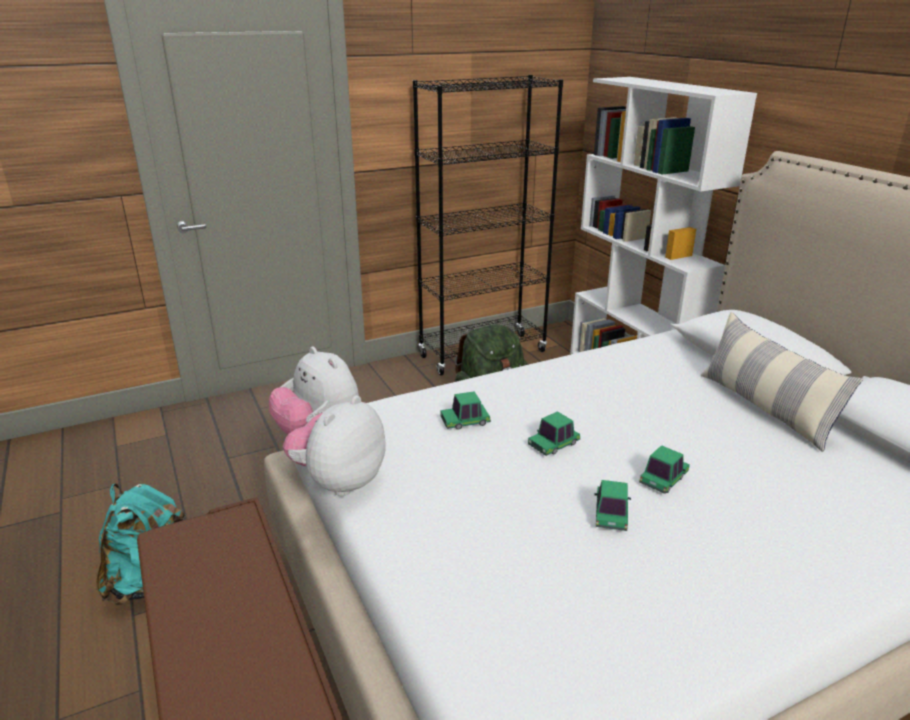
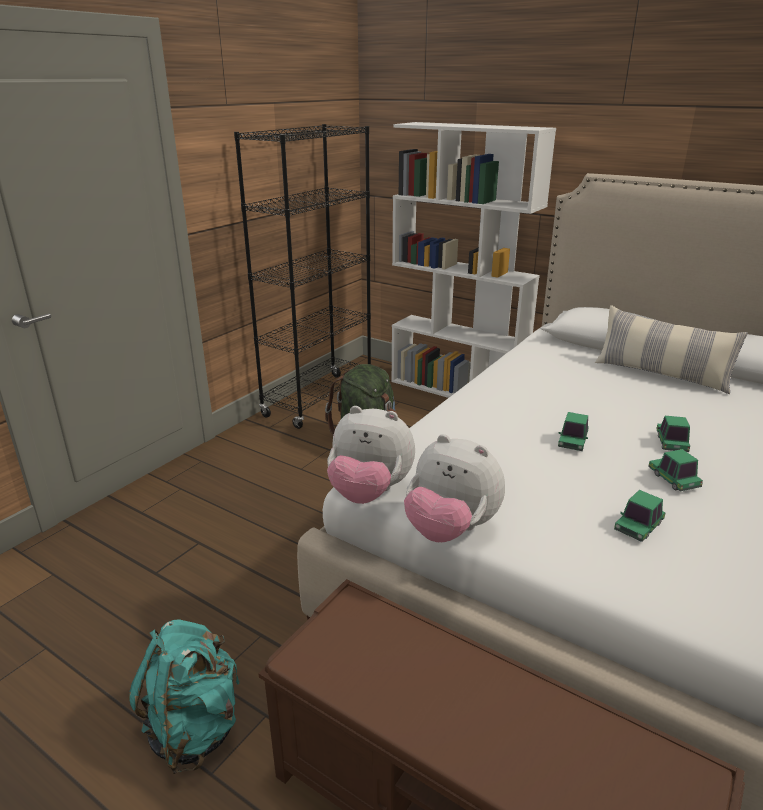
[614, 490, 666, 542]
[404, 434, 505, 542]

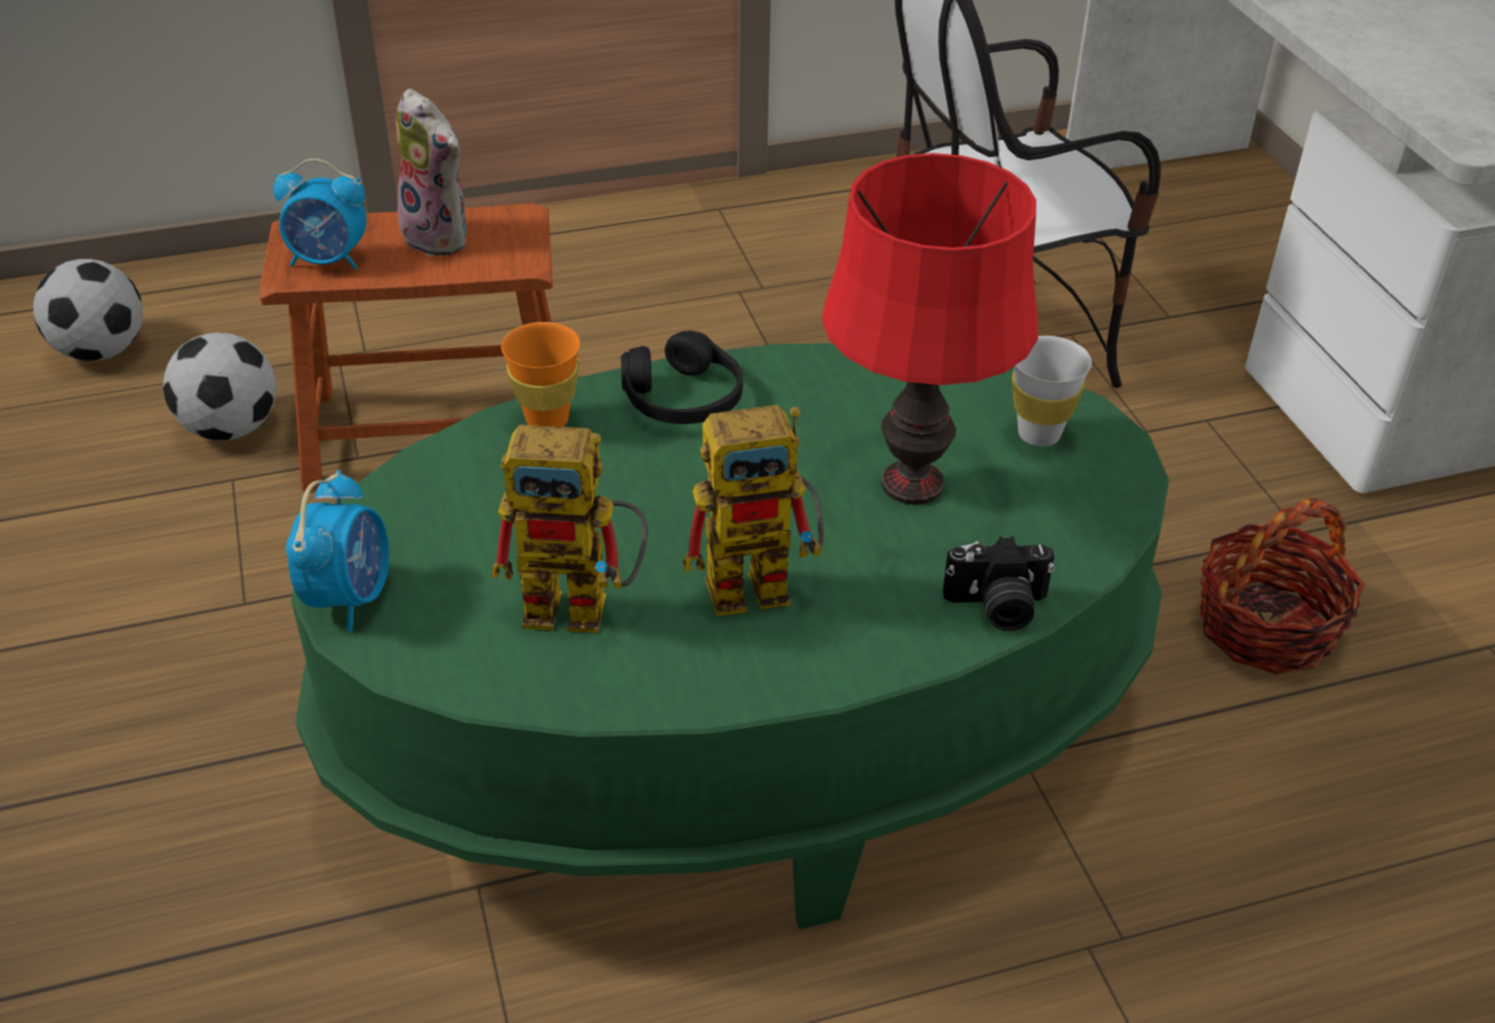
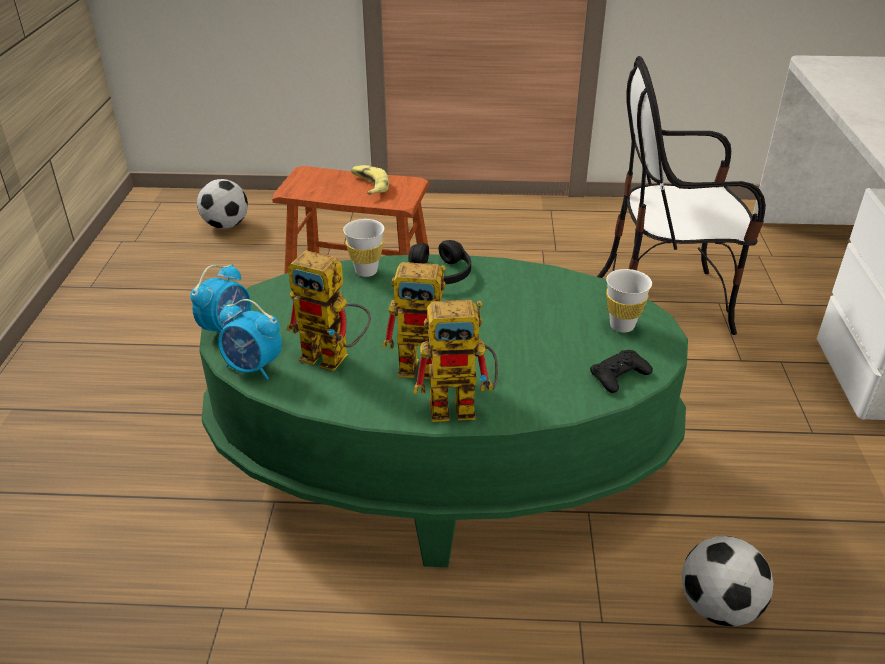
[351, 165, 389, 195]
[822, 153, 1038, 505] (first image)
[218, 299, 282, 379]
[343, 219, 384, 277]
[682, 536, 773, 626]
[1200, 498, 1365, 675] (first image)
[943, 536, 1055, 631] (first image)
[414, 300, 498, 422]
[590, 350, 653, 393]

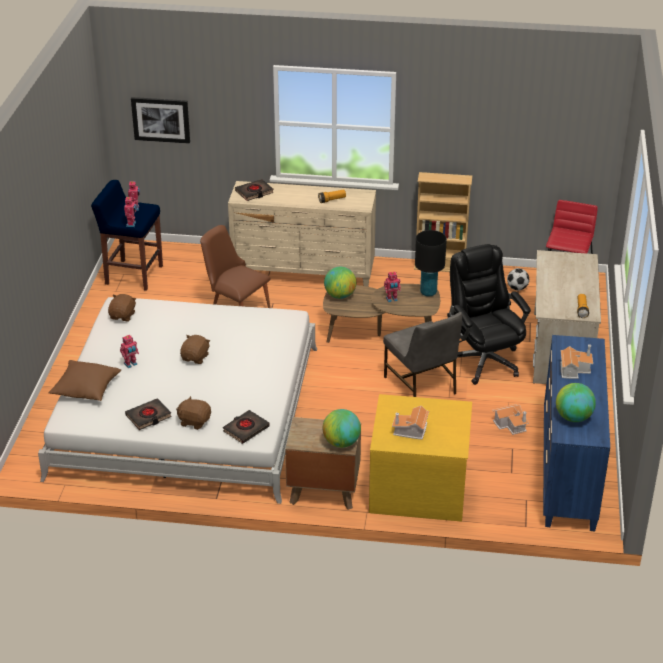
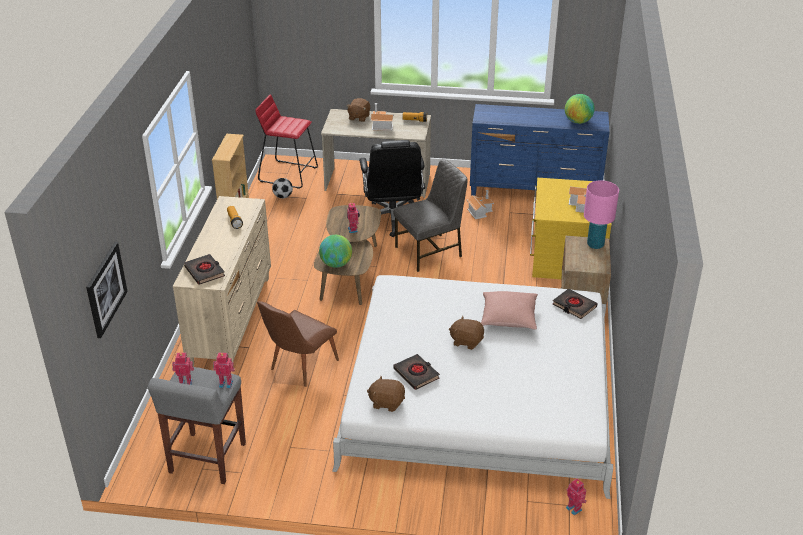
[148, 367, 246, 484]
[415, 230, 447, 296] (first image)
[359, 140, 425, 237]
[566, 478, 587, 515]
[371, 103, 394, 131]
[48, 360, 121, 401] (first image)
[346, 98, 370, 122]
[393, 354, 440, 390]
[584, 180, 619, 249]
[481, 291, 538, 330]

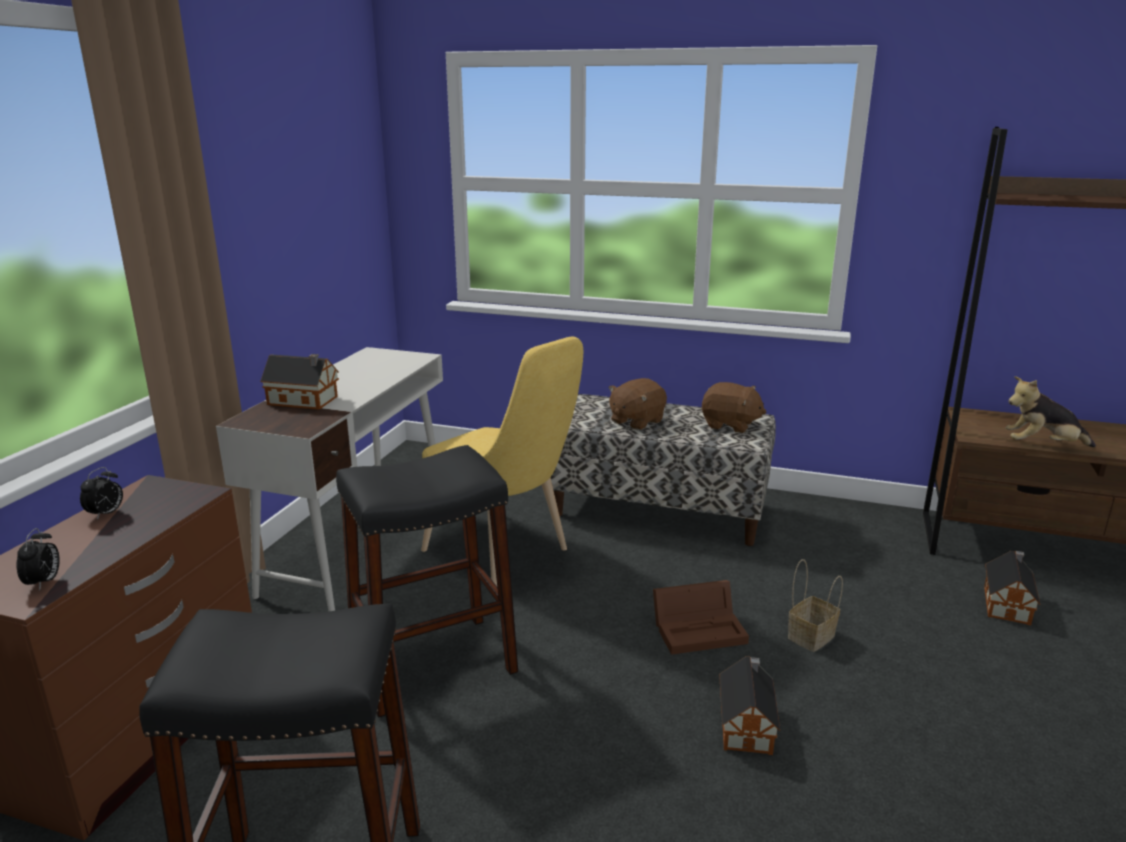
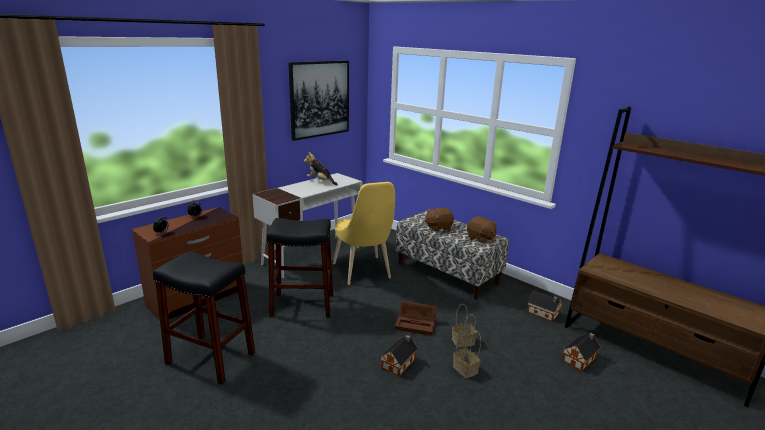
[527, 290, 562, 322]
[304, 152, 338, 185]
[288, 61, 349, 141]
[453, 331, 481, 378]

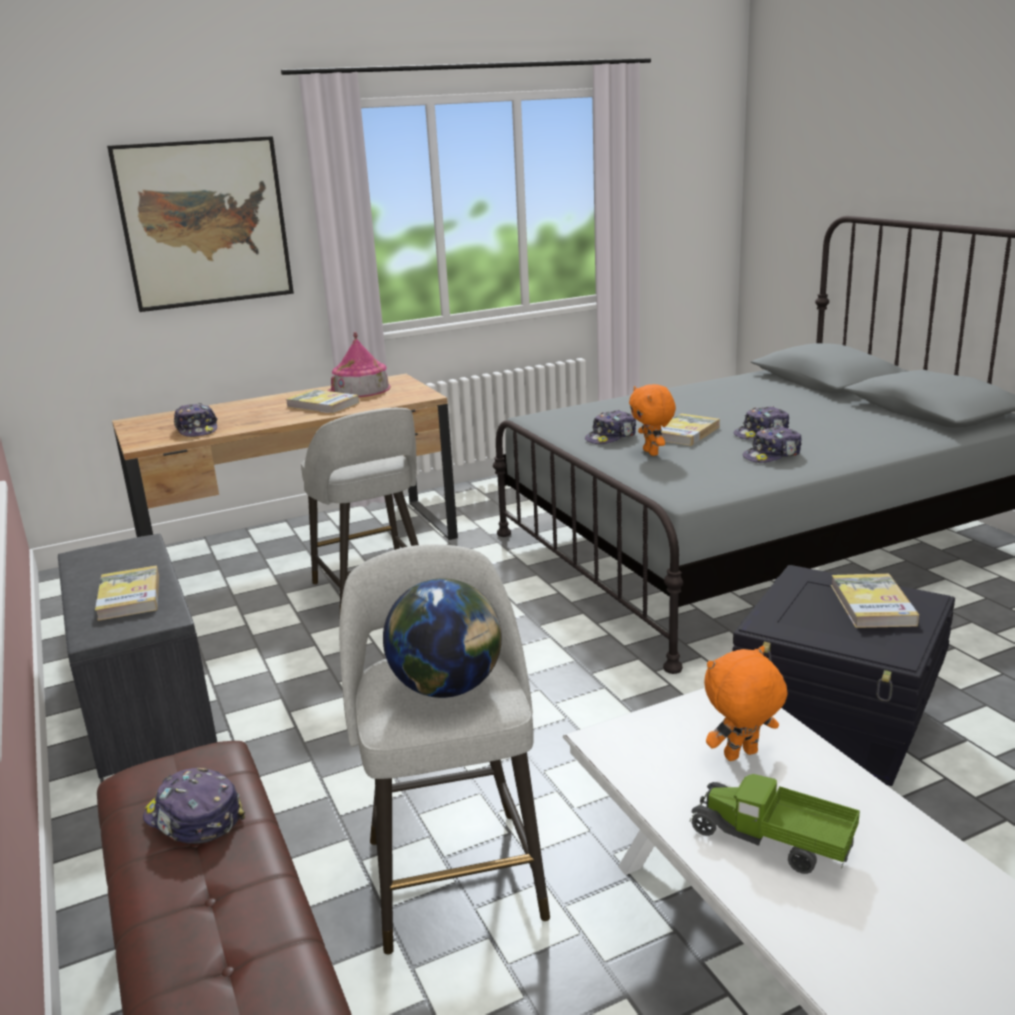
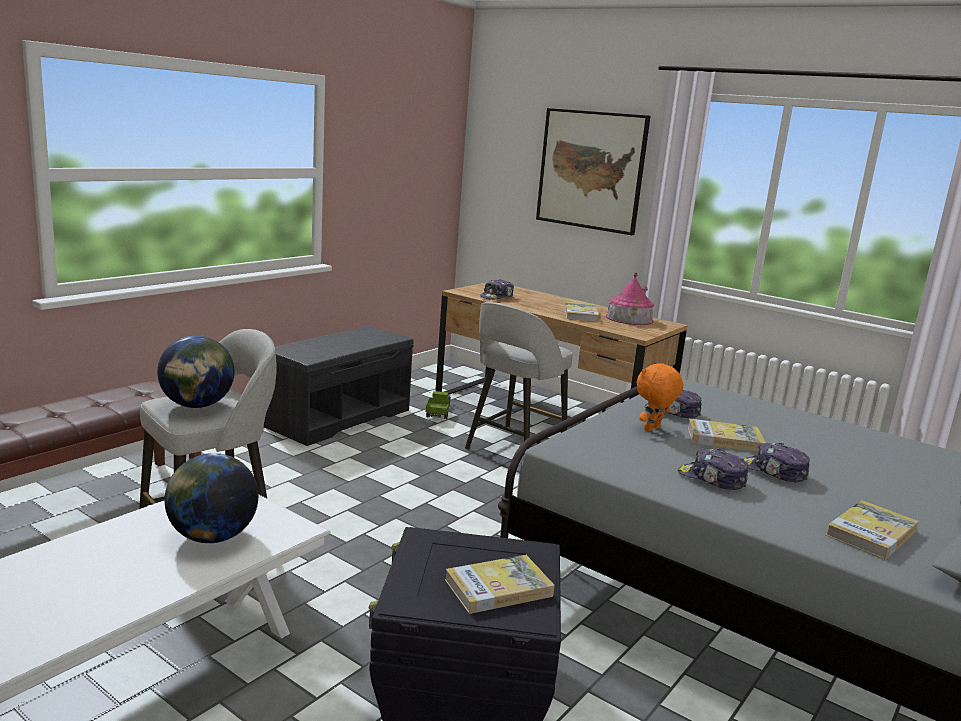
[826, 500, 919, 560]
[165, 453, 258, 543]
[143, 768, 245, 844] (first image)
[425, 391, 451, 419]

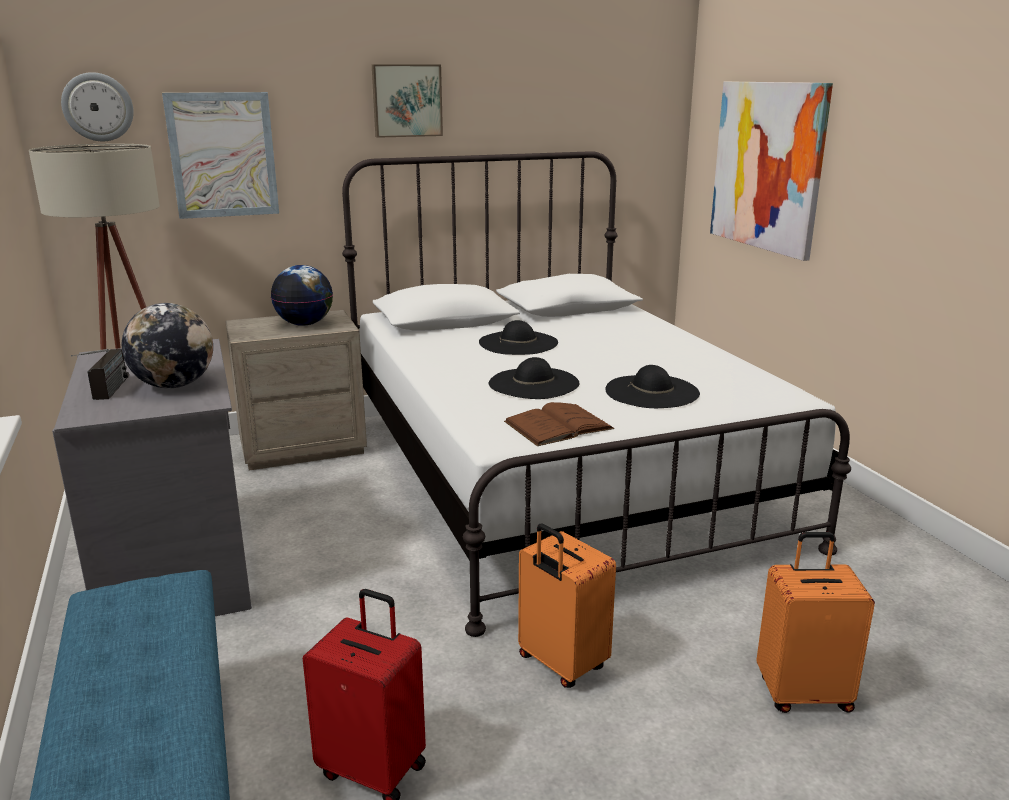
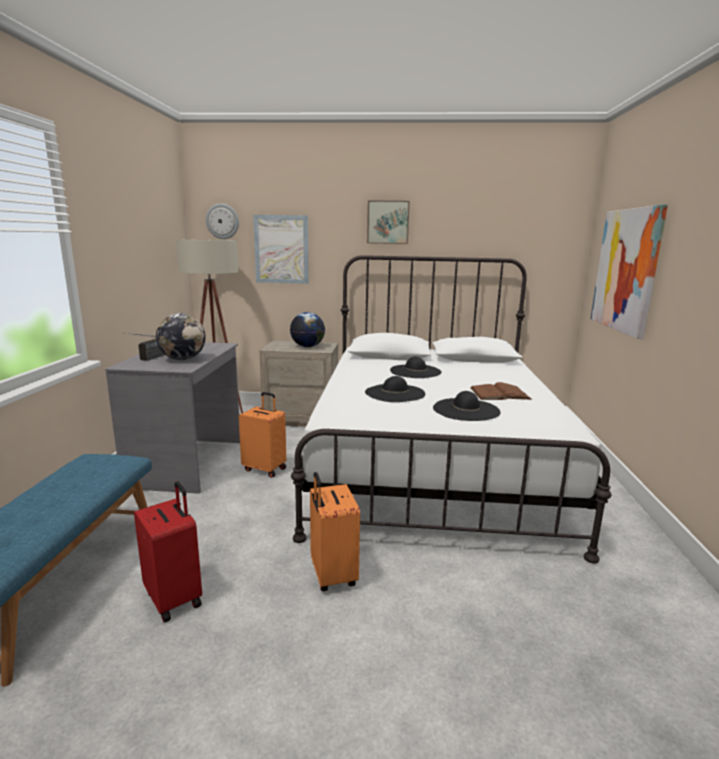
[470, 382, 532, 400]
[239, 392, 286, 478]

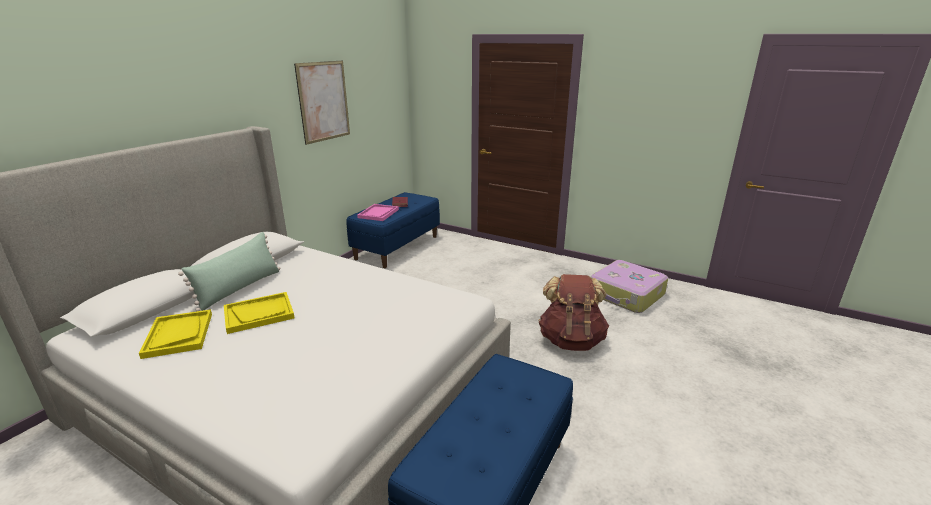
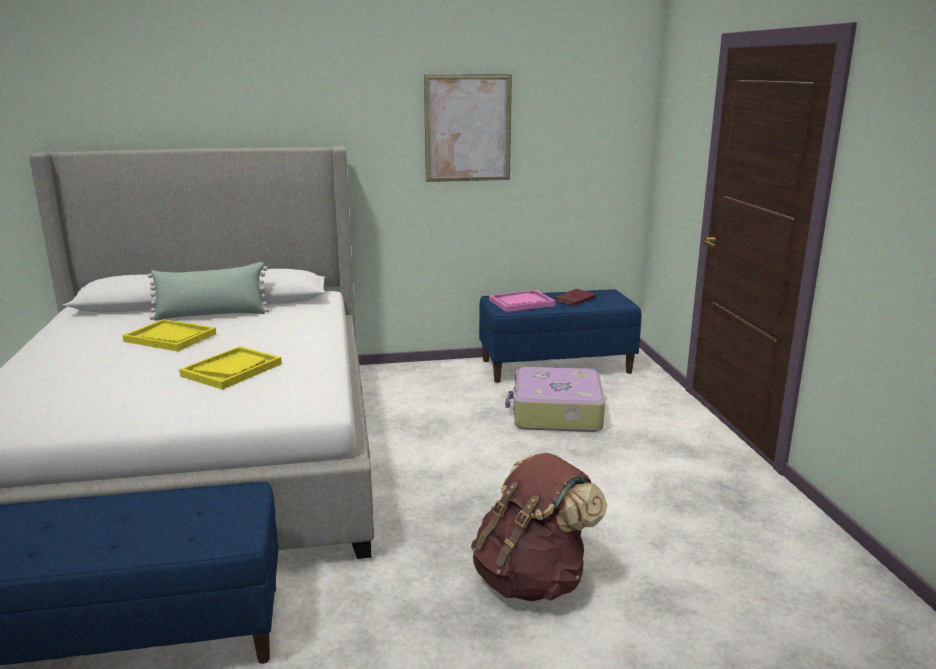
[505, 367, 605, 432]
[179, 346, 282, 390]

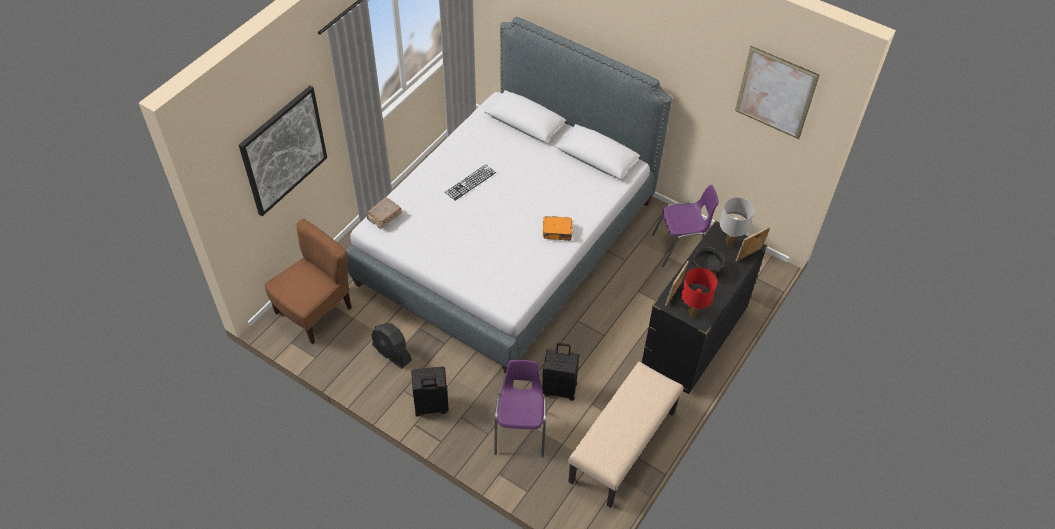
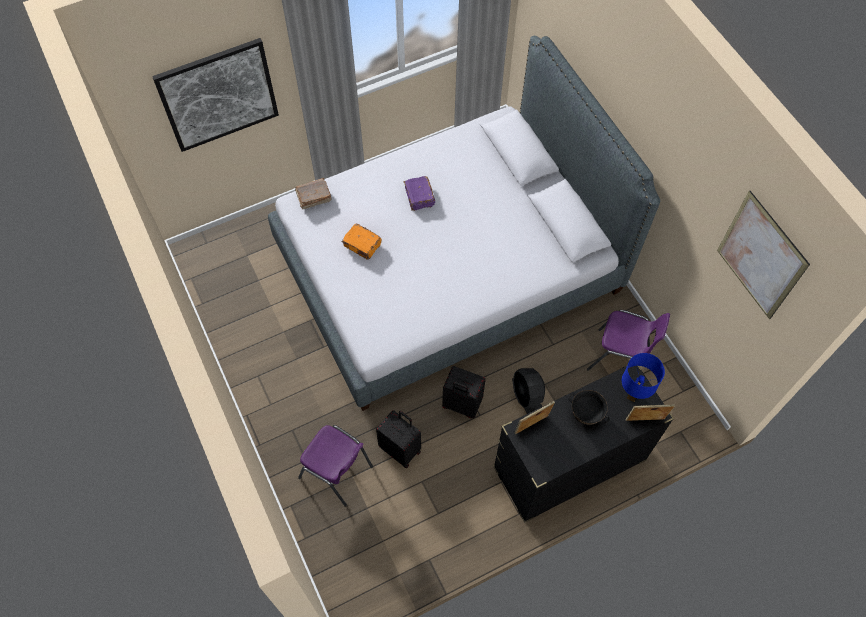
[404, 176, 435, 211]
[622, 353, 665, 402]
[342, 224, 382, 260]
[264, 219, 352, 344] (first image)
[682, 268, 717, 319] (first image)
[512, 368, 545, 414]
[298, 425, 373, 507]
[568, 362, 684, 508] (first image)
[442, 366, 486, 418]

